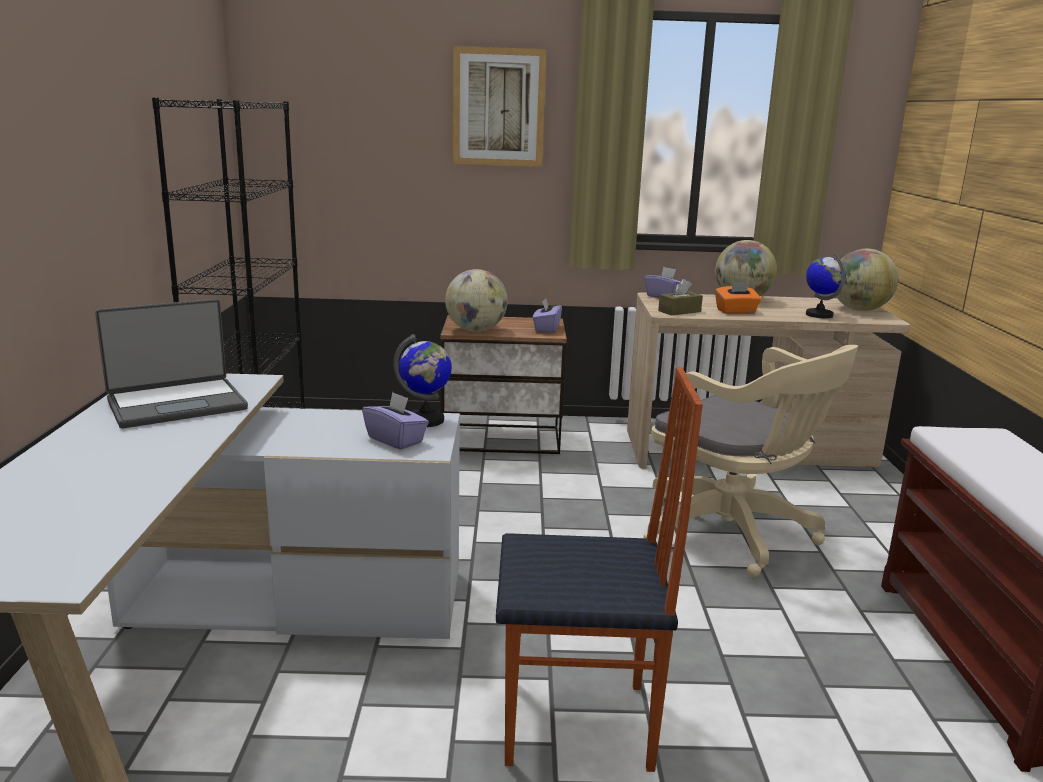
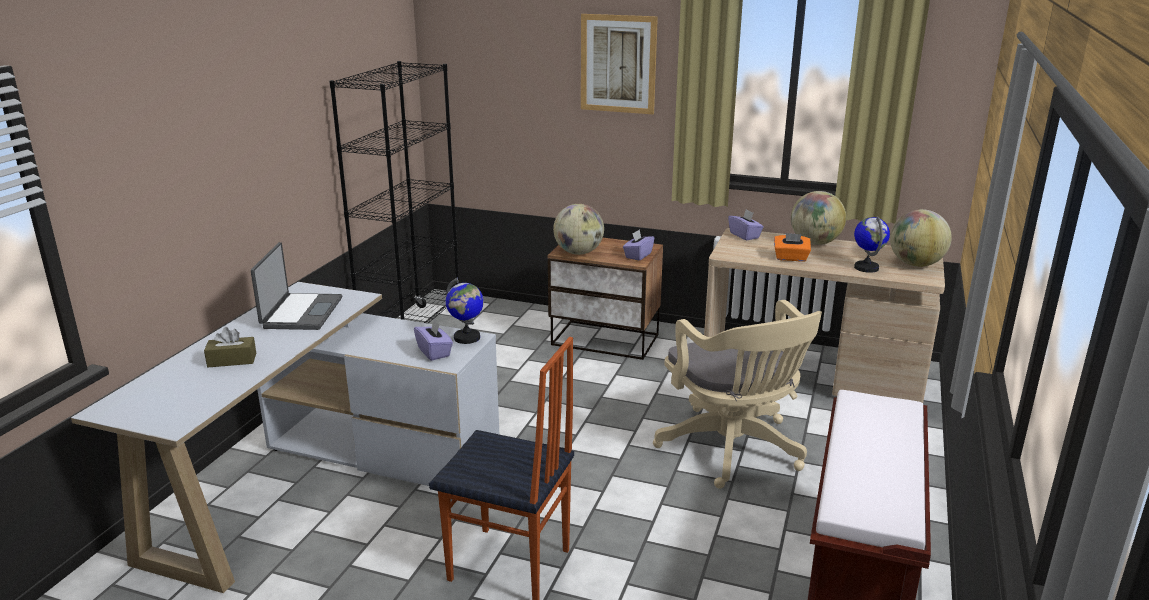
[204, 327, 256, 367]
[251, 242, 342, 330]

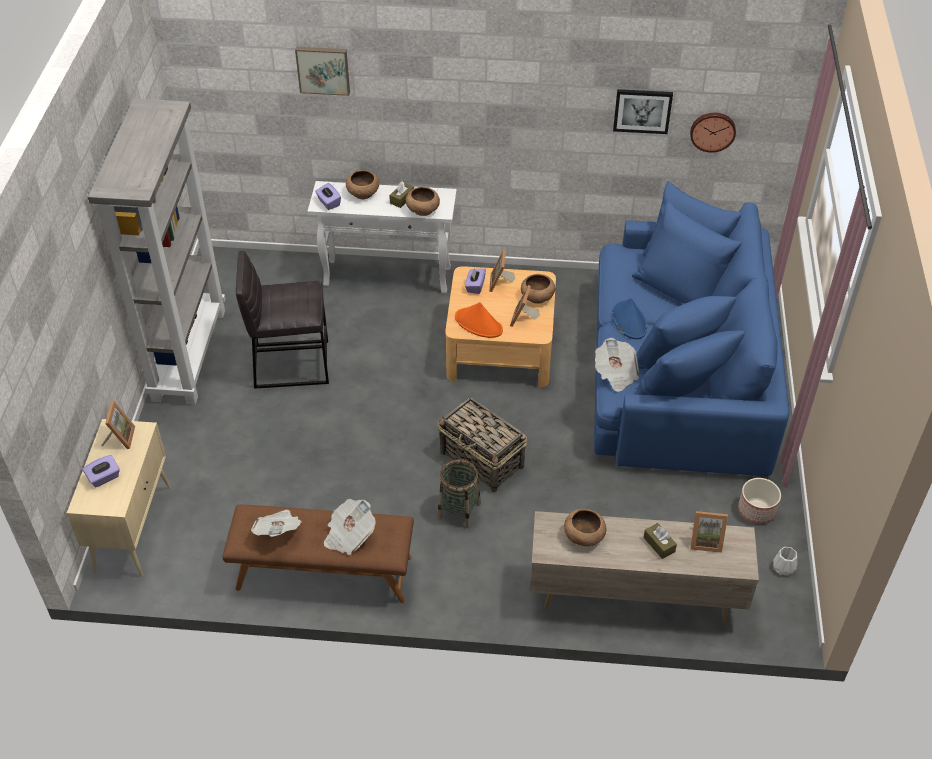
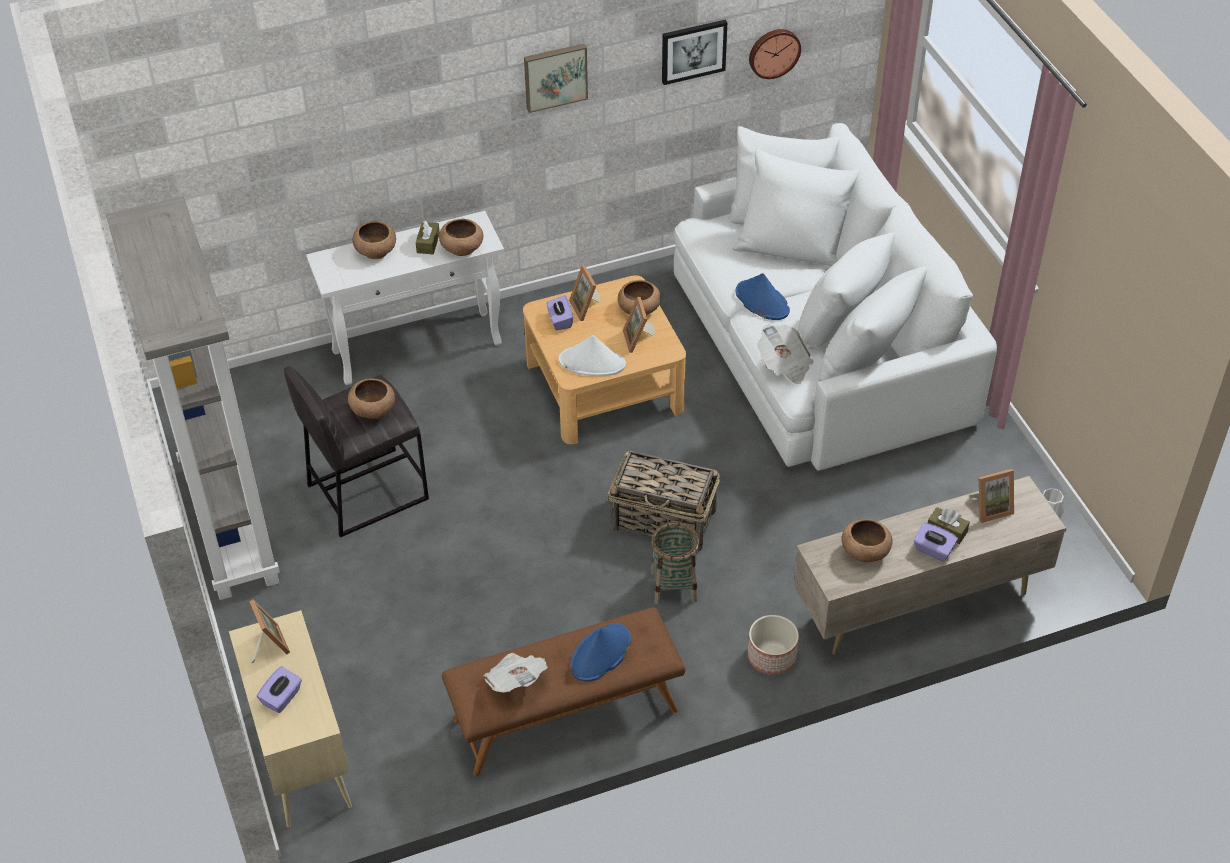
[524, 44, 588, 113]
[674, 123, 997, 471]
[914, 523, 958, 561]
[559, 335, 626, 376]
[748, 615, 799, 675]
[570, 623, 631, 682]
[348, 378, 395, 419]

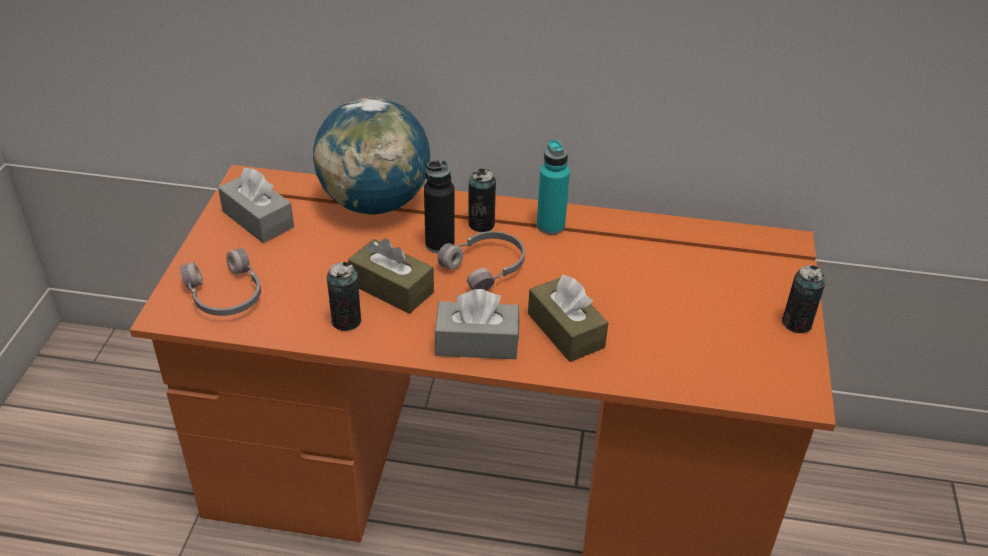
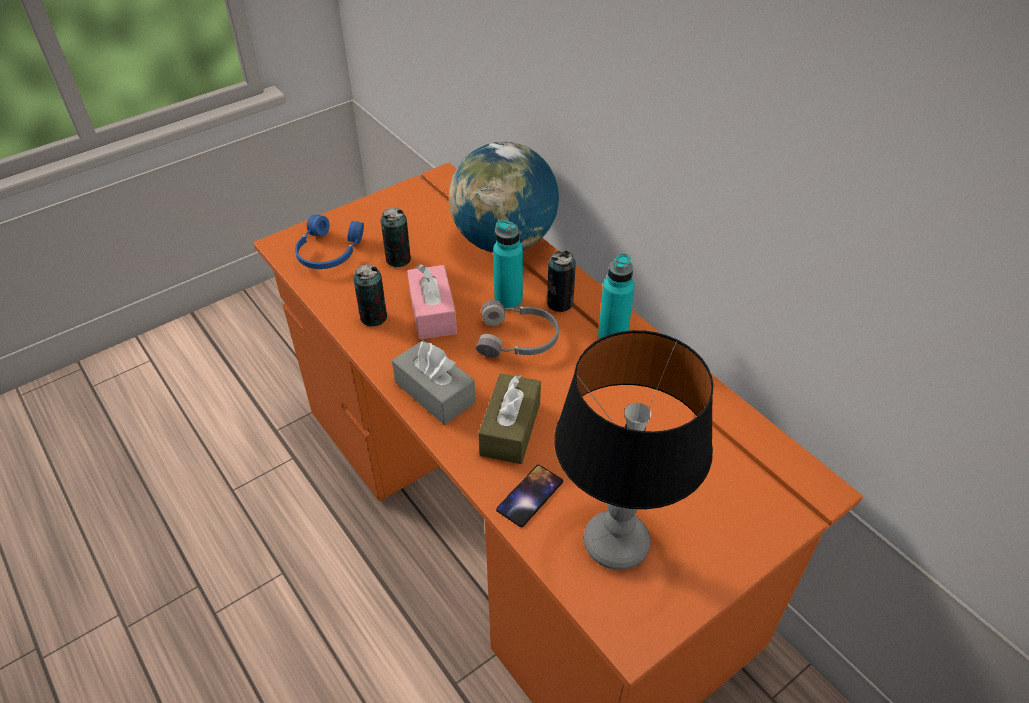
[493, 220, 523, 309]
[218, 168, 294, 243] (first image)
[407, 264, 457, 340]
[295, 215, 364, 269]
[380, 208, 411, 267]
[554, 330, 713, 570]
[496, 465, 563, 527]

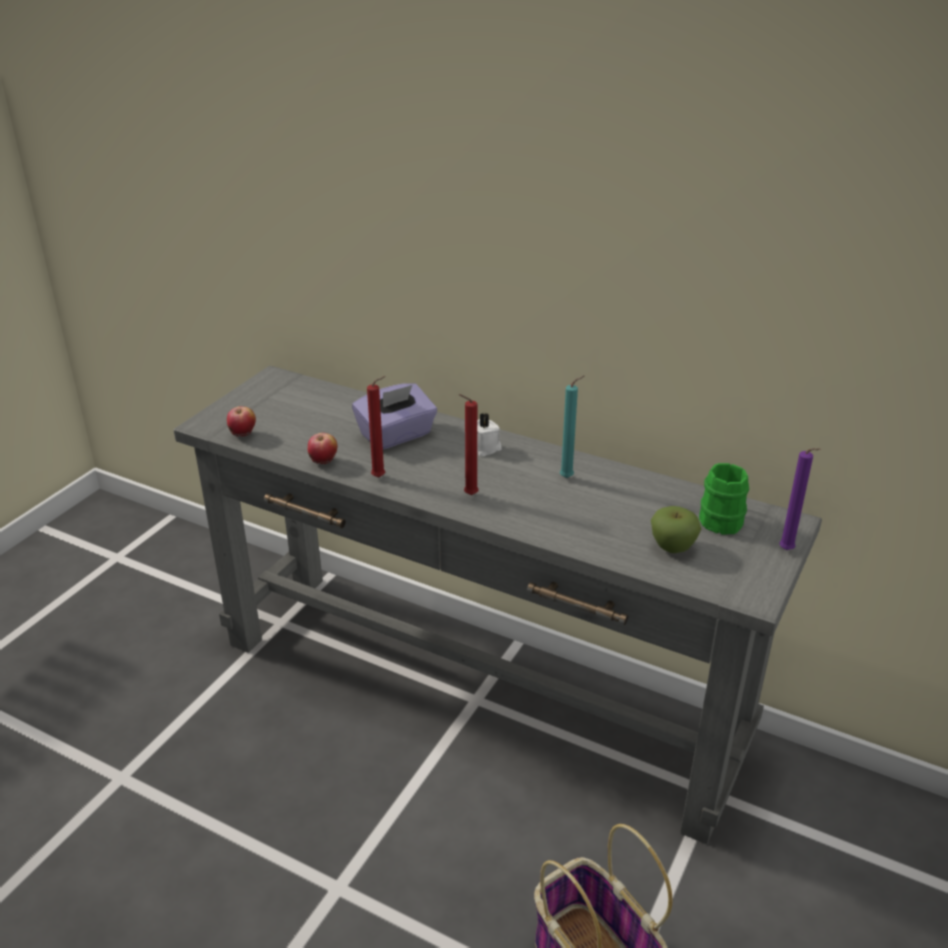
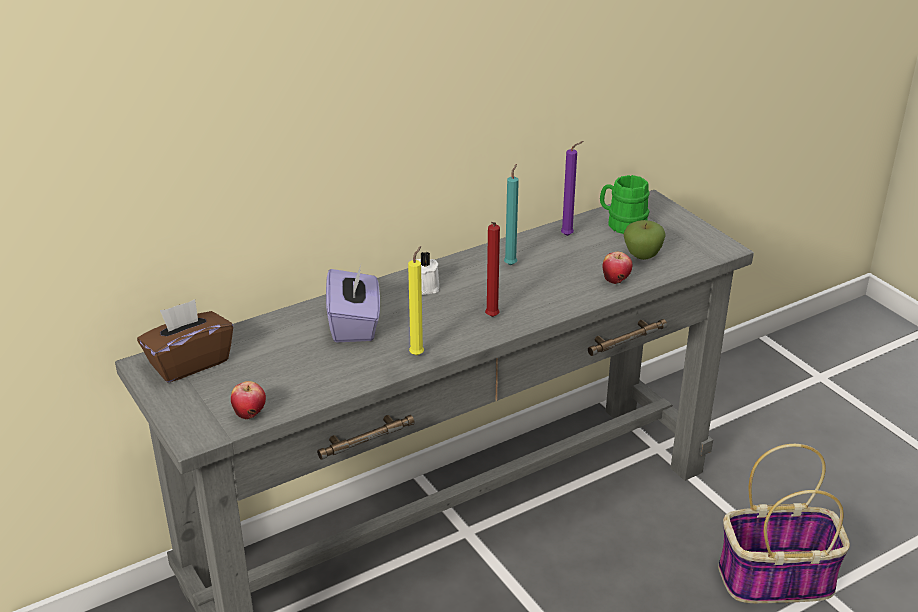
[408, 246, 424, 355]
[603, 252, 632, 284]
[561, 141, 584, 236]
[137, 299, 233, 383]

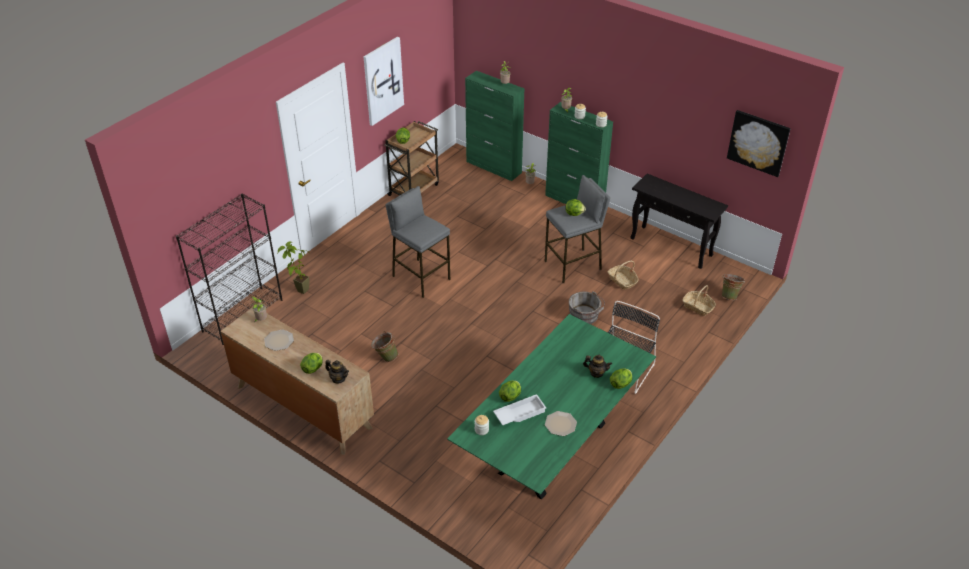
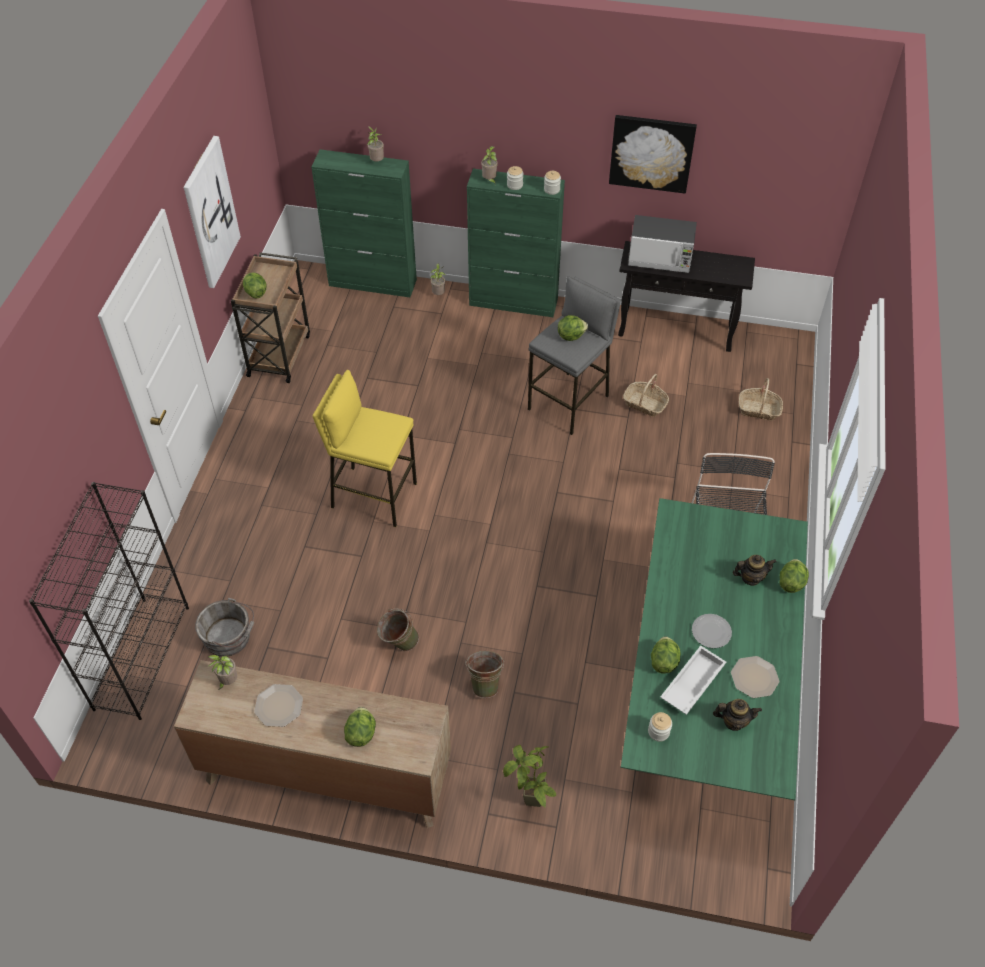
[609, 115, 697, 194]
[313, 370, 417, 527]
[503, 745, 556, 808]
[465, 651, 504, 698]
[195, 598, 254, 657]
[713, 699, 762, 731]
[628, 215, 697, 273]
[692, 614, 732, 648]

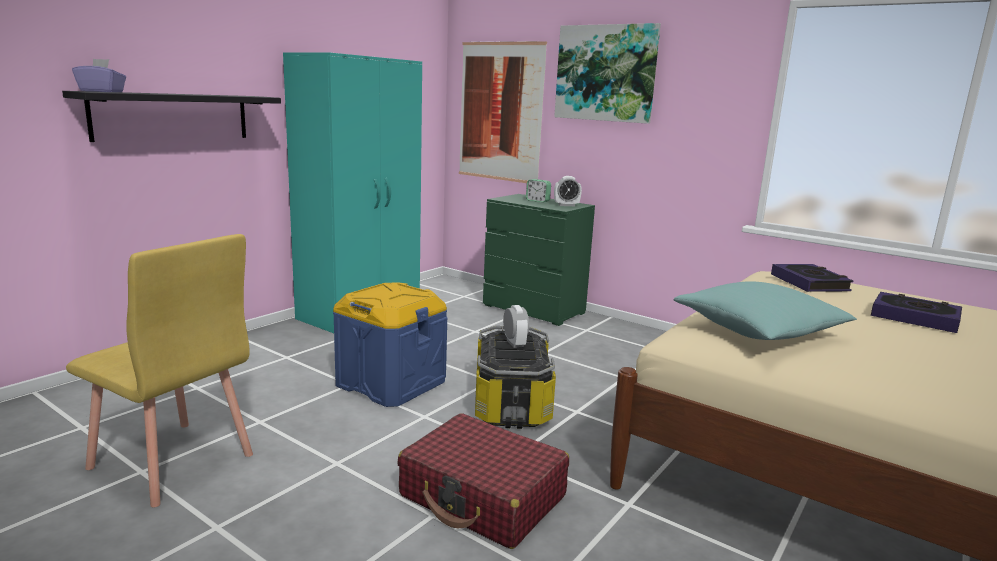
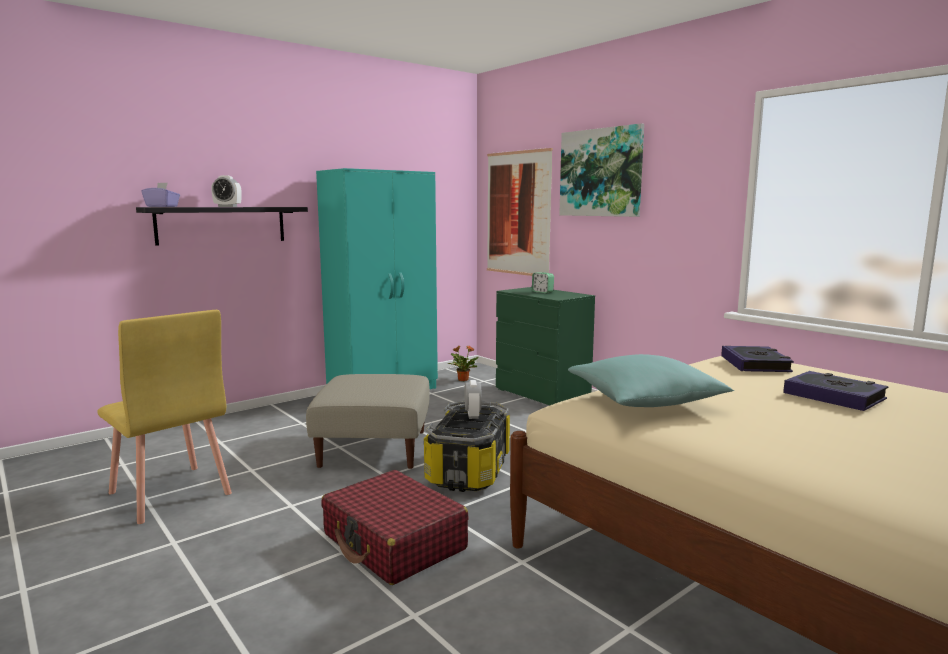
[211, 175, 242, 207]
[306, 374, 430, 469]
[448, 345, 479, 381]

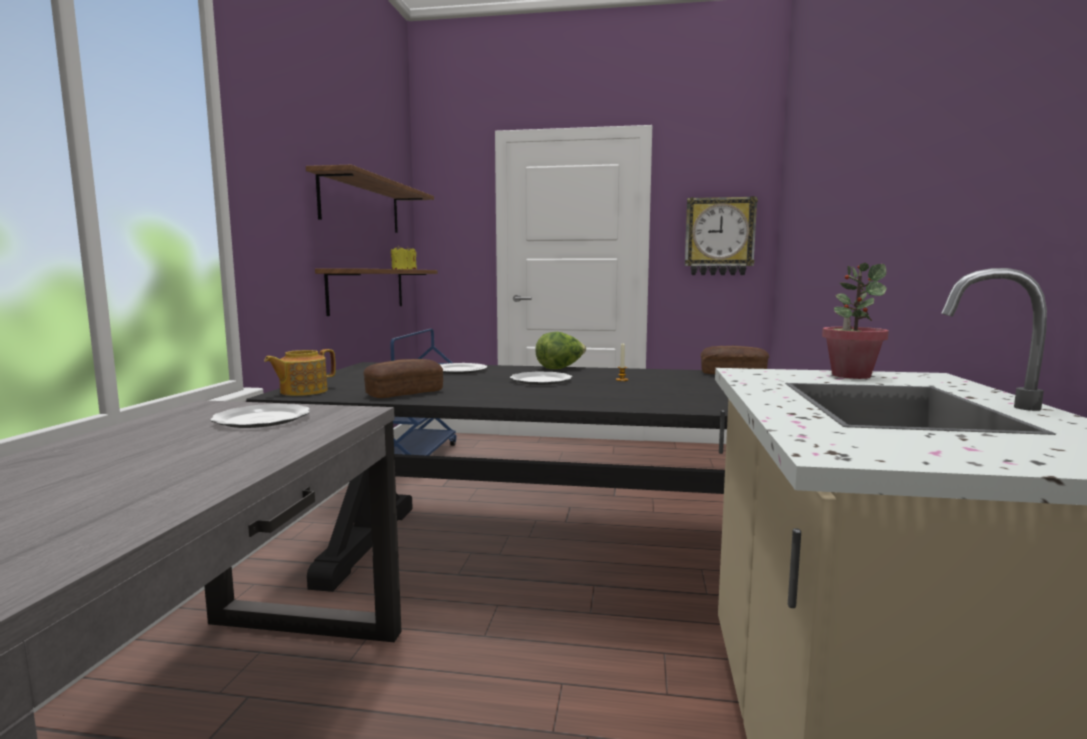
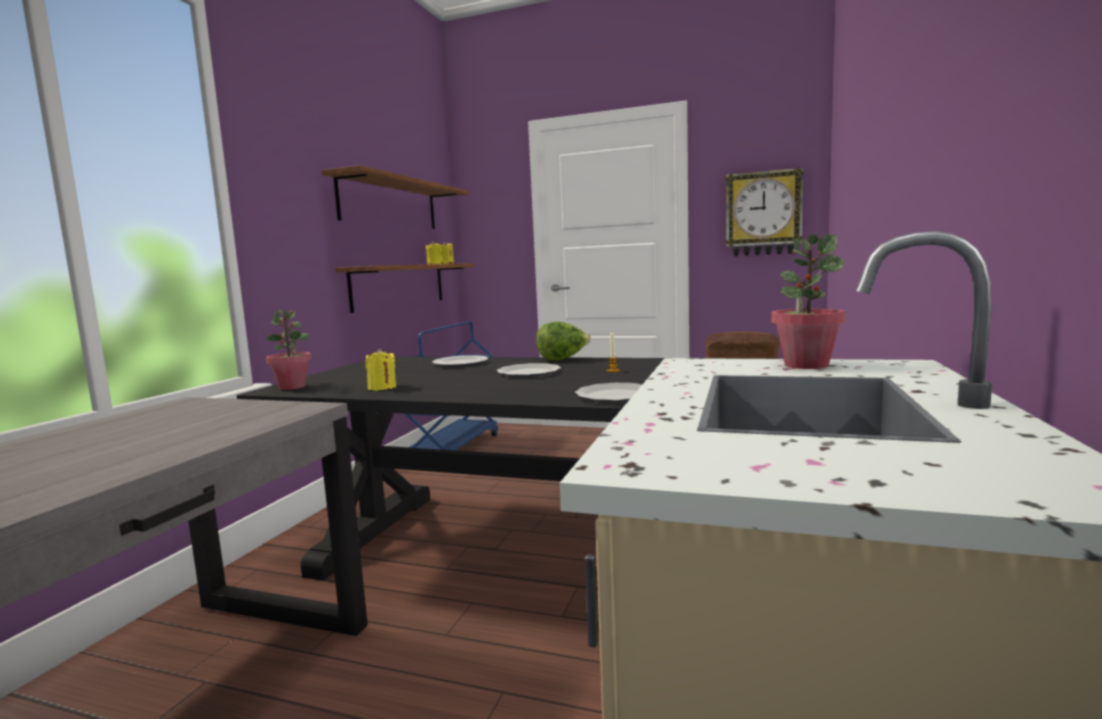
[266, 310, 311, 390]
[365, 348, 396, 391]
[575, 383, 642, 403]

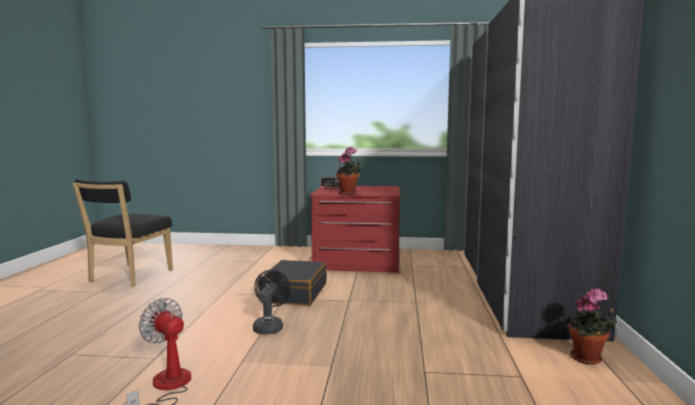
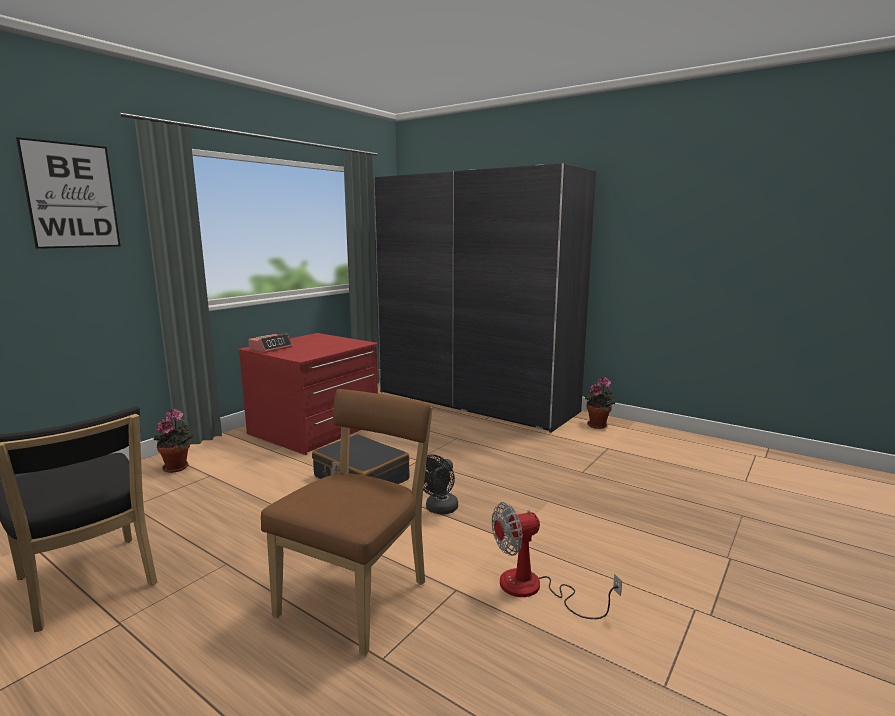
[153, 409, 193, 473]
[423, 454, 458, 515]
[16, 137, 120, 249]
[261, 389, 433, 655]

